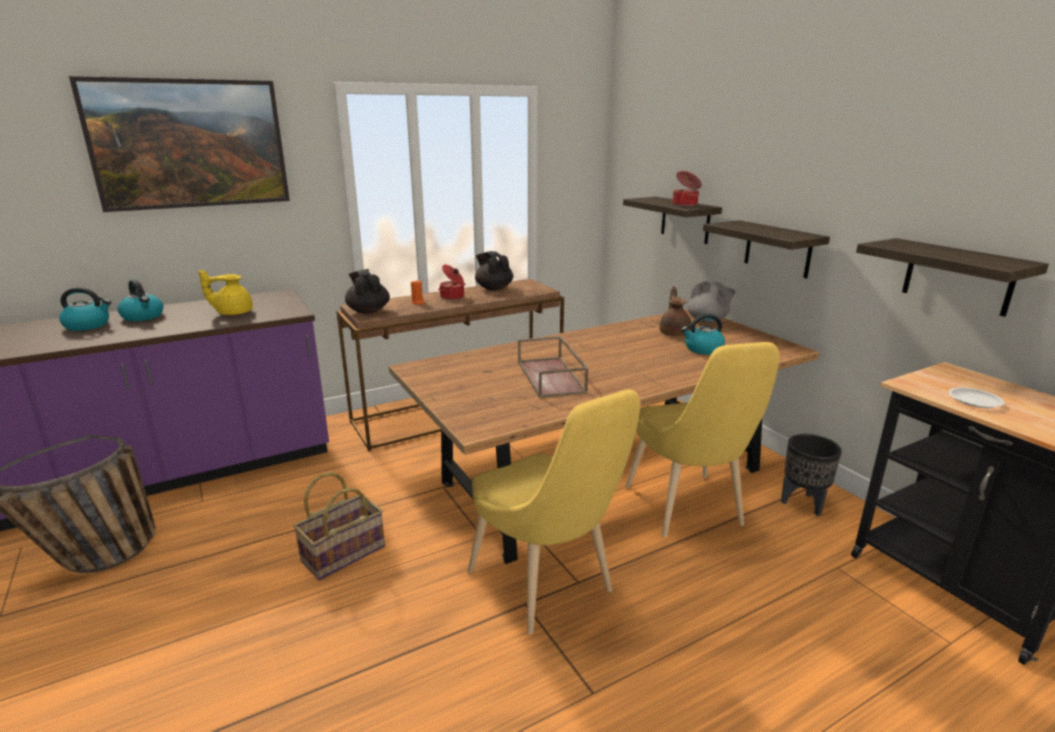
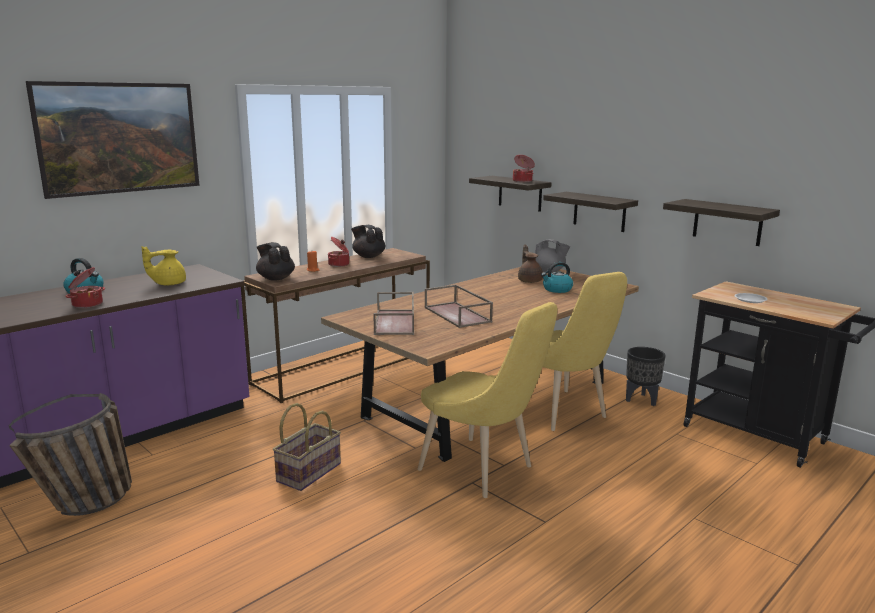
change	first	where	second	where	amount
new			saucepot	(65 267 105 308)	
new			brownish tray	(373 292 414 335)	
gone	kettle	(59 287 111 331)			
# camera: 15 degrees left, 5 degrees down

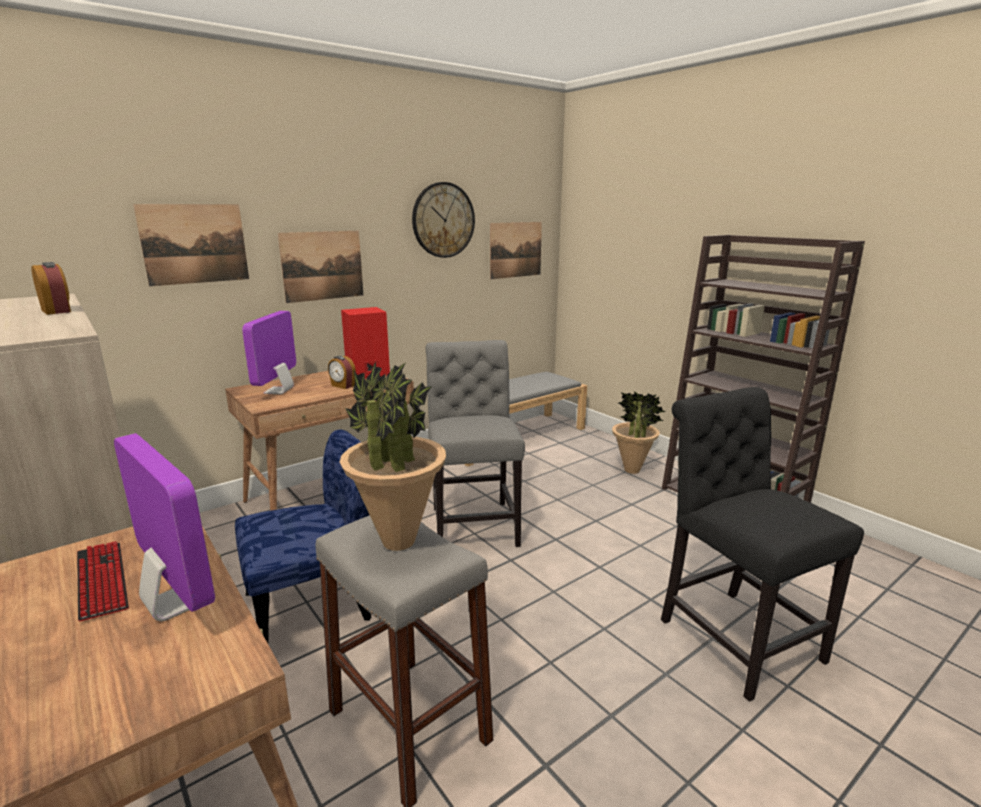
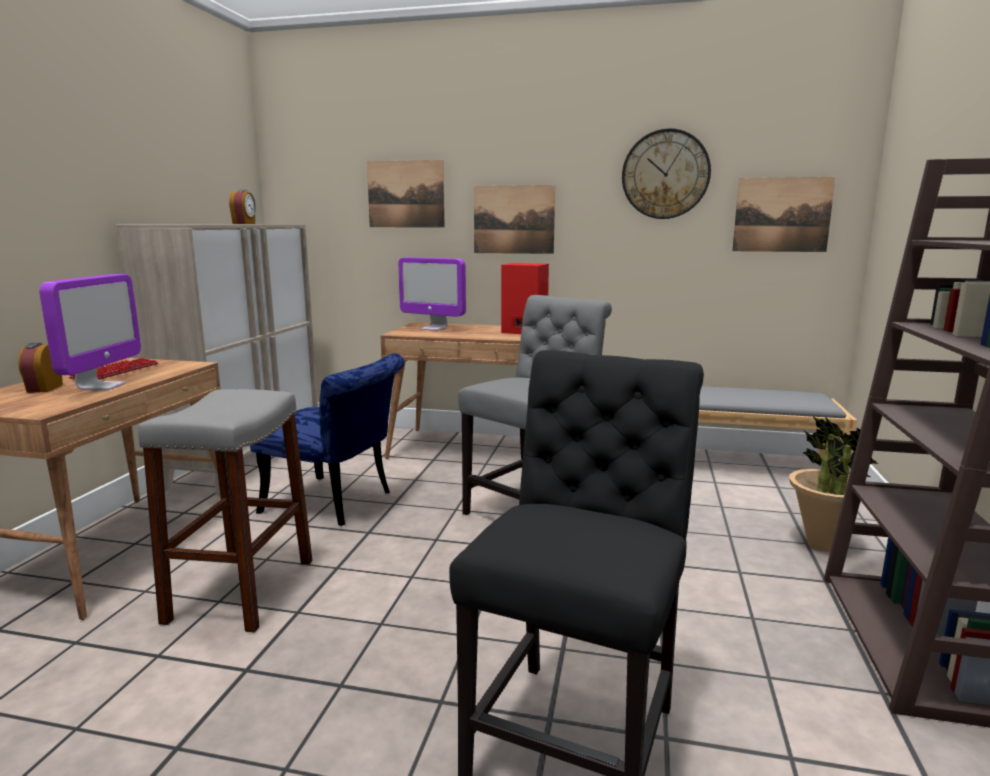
change	first	where	second	where	amount
shifted	bedside clock	(328 356 356 389)		(18 343 63 393)	
rotated	computer display	(242 311 296 394)		(398 257 466 331)	120 degrees counterclockwise
gone	houseplant	(340 361 446 551)			
# camera: 50 degrees right, 5 degrees down

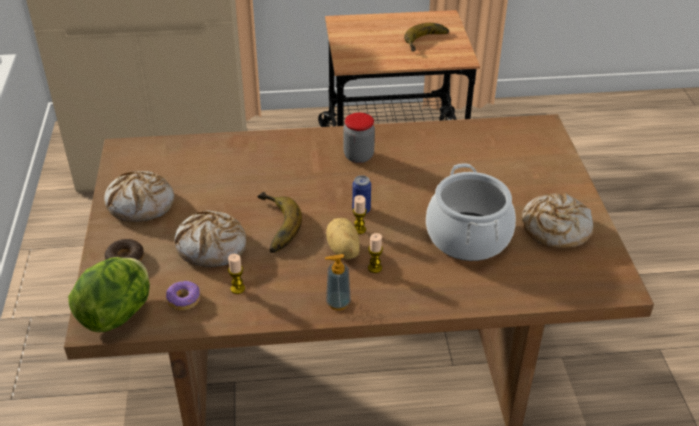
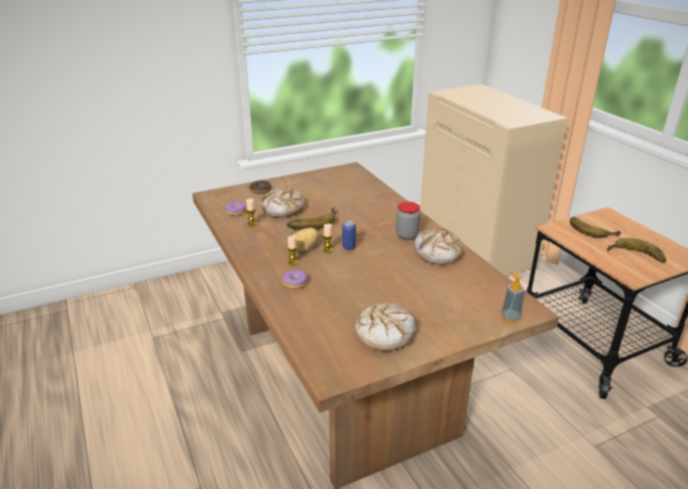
change	first	where	second	where	amount
new			doughnut	(283 270 307 289)	
shifted	bread	(104 171 175 222)		(414 228 463 265)	
shifted	soap bottle	(325 254 351 310)		(501 271 524 322)	
new			whole banana	(570 217 621 238)	
gone	lettuce	(68 257 150 332)			
gone	saucepot	(426 163 516 261)			
# camera: 70 degrees right, 10 degrees down

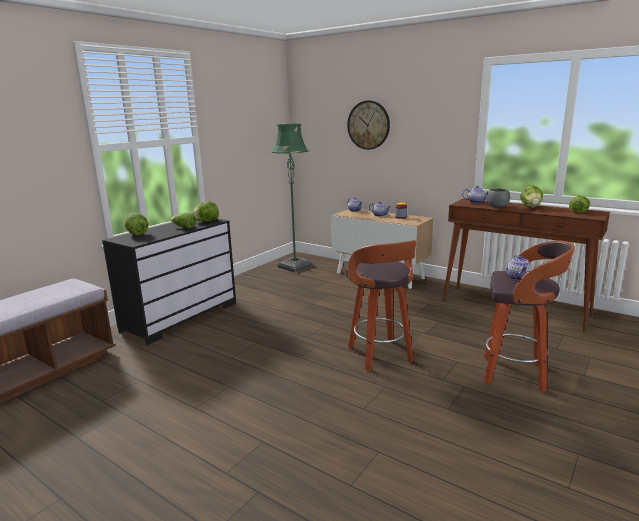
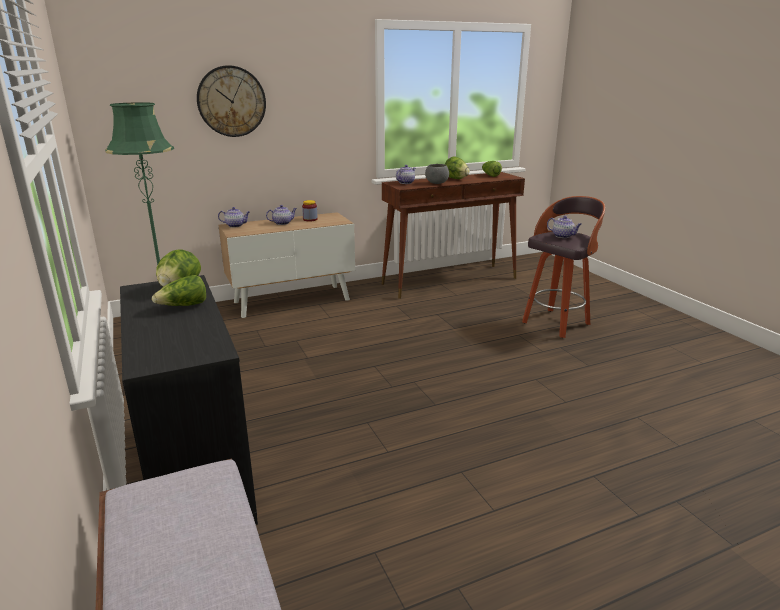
change	first	where	second	where	amount
gone	lettuce	(125 213 148 235)			
gone	stool seat	(346 240 416 371)			
# camera: 60 degrees left, 5 degrees up

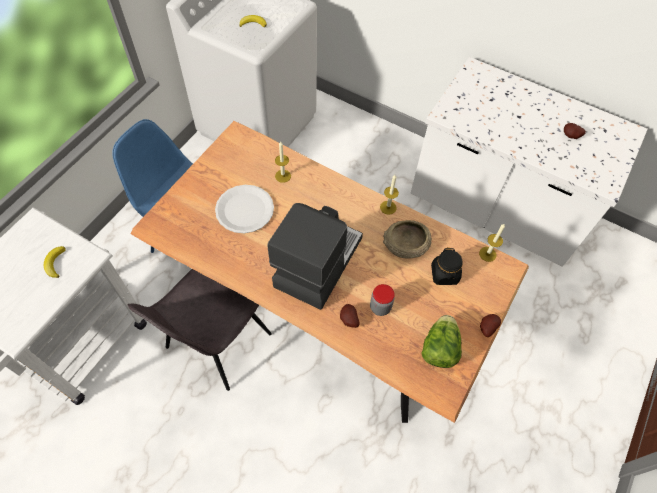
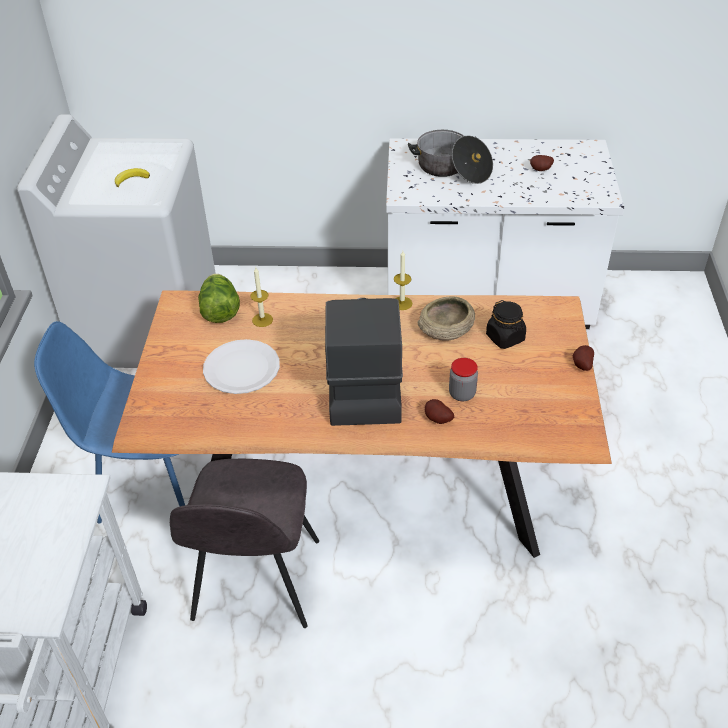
change	first	where	second	where	amount
shifted	lettuce	(421 315 462 368)		(198 274 240 323)	
new			saucepot	(408 130 493 184)	
gone	whole banana	(44 246 66 278)			
gone	candle	(479 223 505 262)			
# camera: 25 degrees left, 15 degrees down

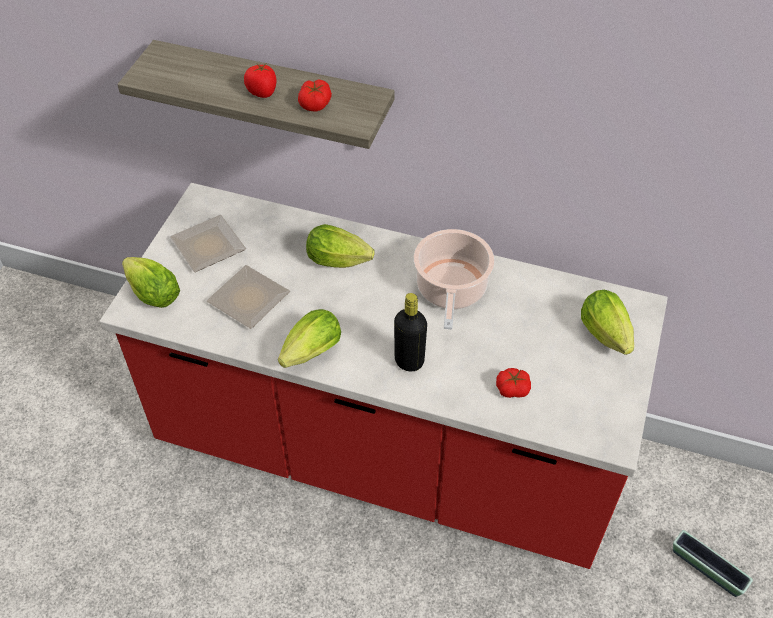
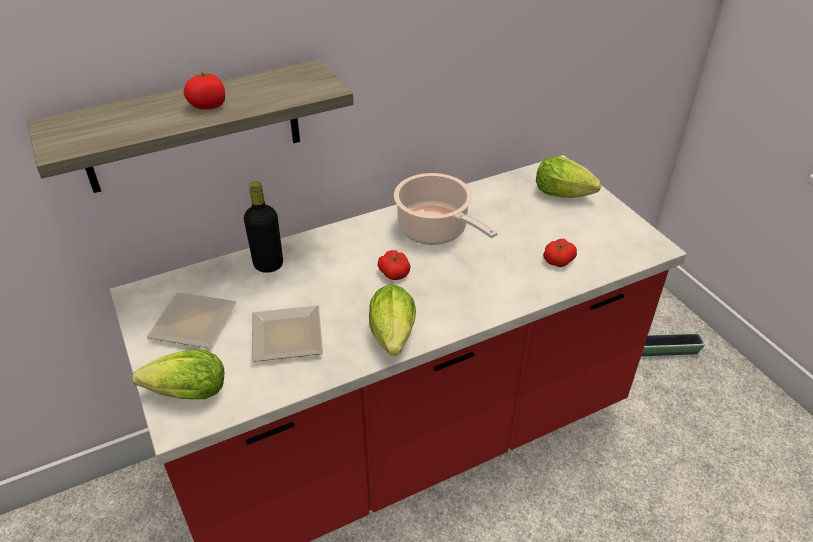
change	first	where	second	where	amount
shifted	blackish bottle	(394 293 427 371)		(244 181 283 273)	
shifted	tomato	(298 80 332 111)		(378 250 411 280)	
gone	lettuce	(306 224 374 268)			
# camera: 45 degrees left, 10 degrees down

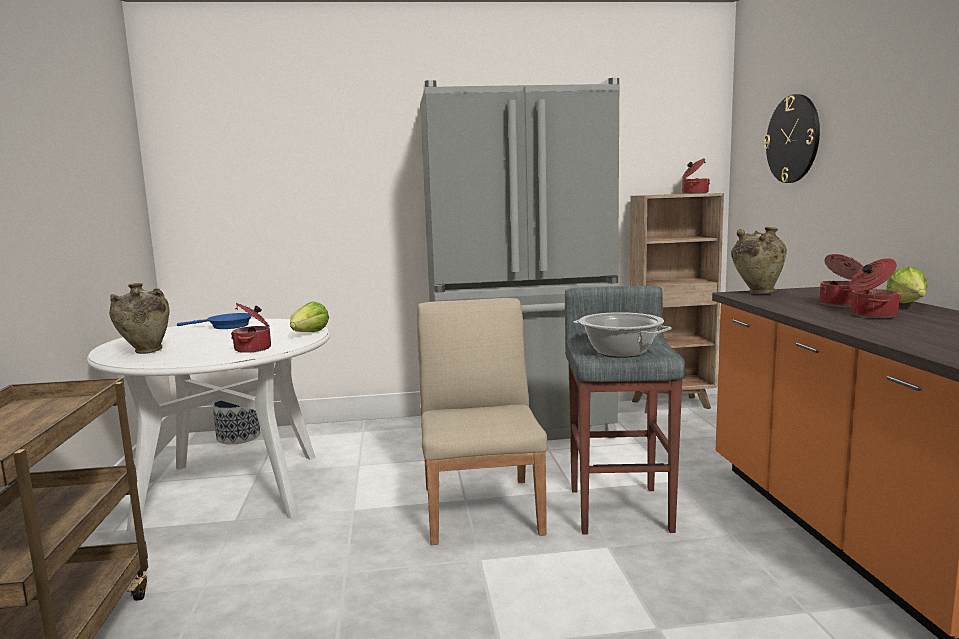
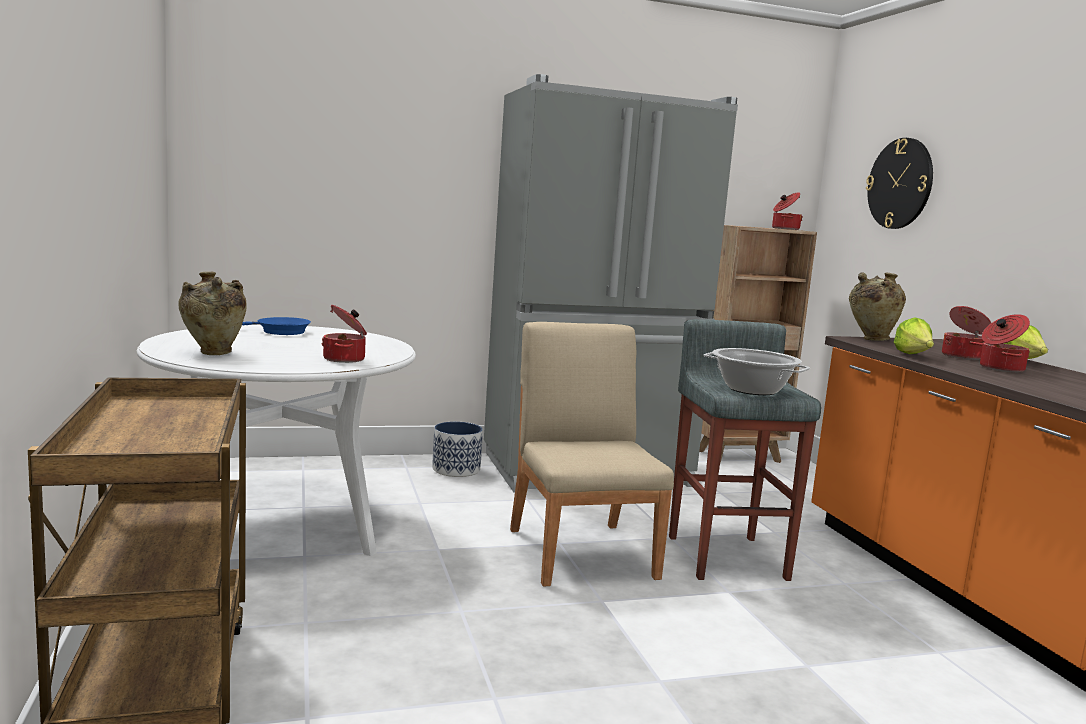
change	first	where	second	where	amount
shifted	plant pot	(213 401 260 445)		(432 422 483 477)	
shifted	lettuce	(290 301 329 332)		(894 317 934 354)	
# camera: 10 degrees left, 0 degrees up

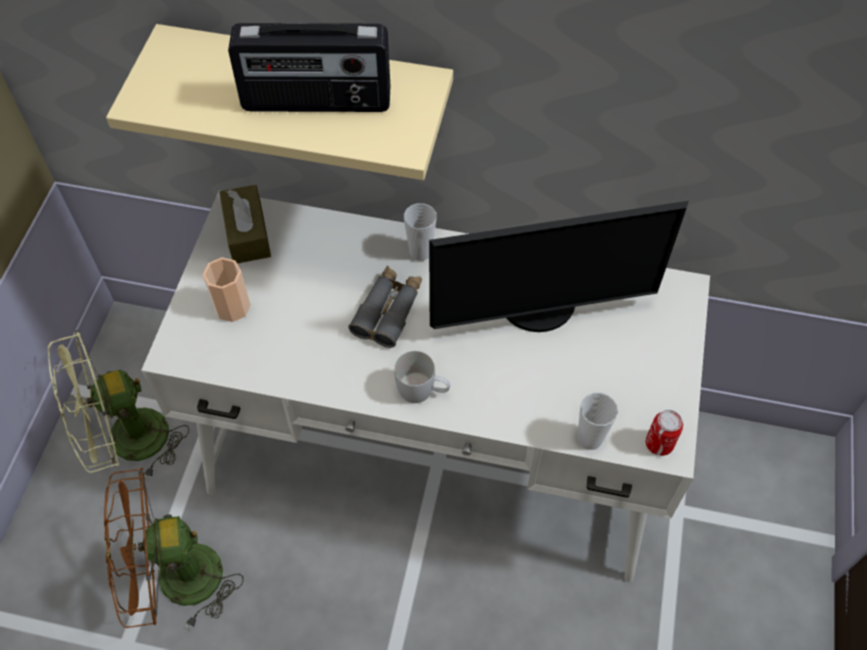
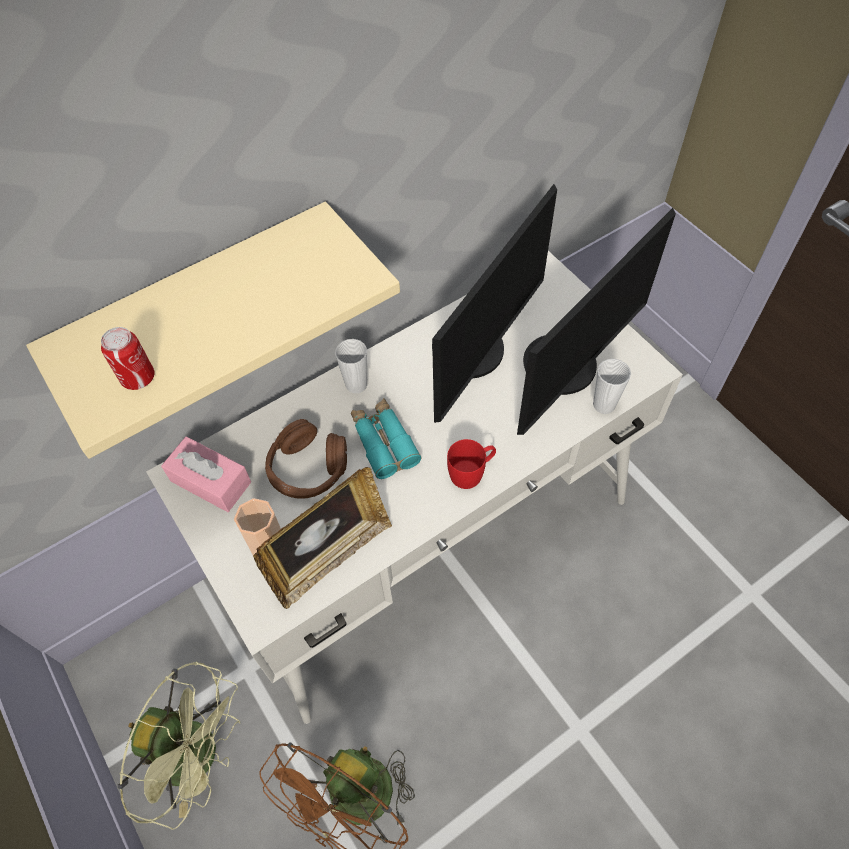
change	first	where	second	where	amount
shifted	sealed can	(646 410 683 456)		(101 327 154 390)	
rotated	greenish fan	(48 330 189 480)		(118 662 240 830)	90 degrees counterclockwise
repainted	brownish tissue holder	(219 185 271 264)	pink-coloured tissue holder	(161 437 251 512)	
new			photo frame	(253 467 392 609)	
new			brownish headset	(265 419 347 499)	
repainted	gray field glasses	(348 266 422 348)	turquoise field glasses	(351 398 421 479)	
repainted	white-coloured tea mug	(394 351 450 403)	reddish tea mug	(447 439 496 489)	
new			computer display	(517 208 676 435)	
gone	radio	(228 23 390 112)			
# camera: 45 degrees left, 0 degrees up

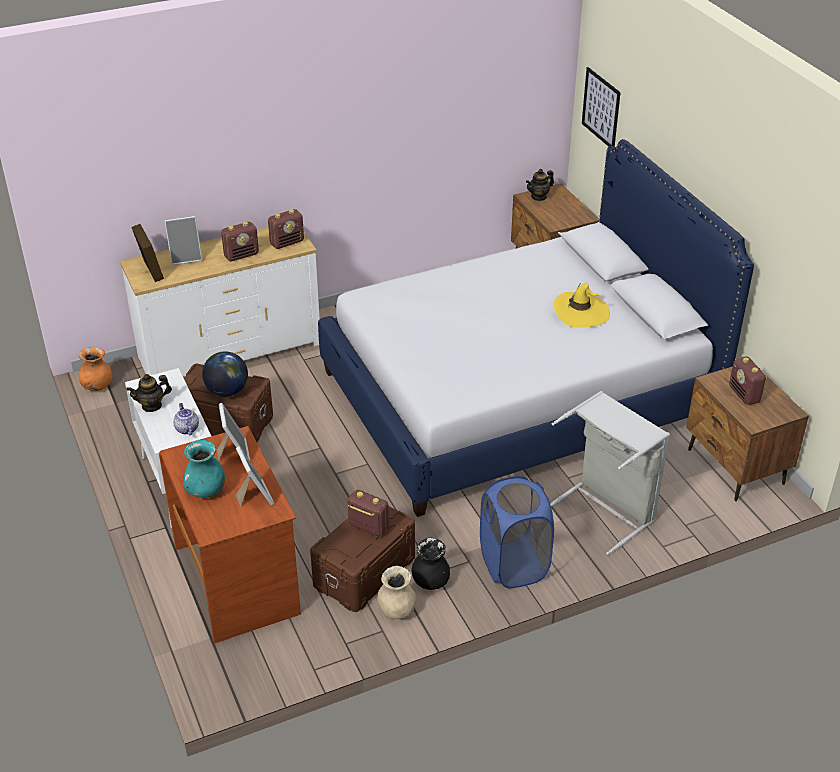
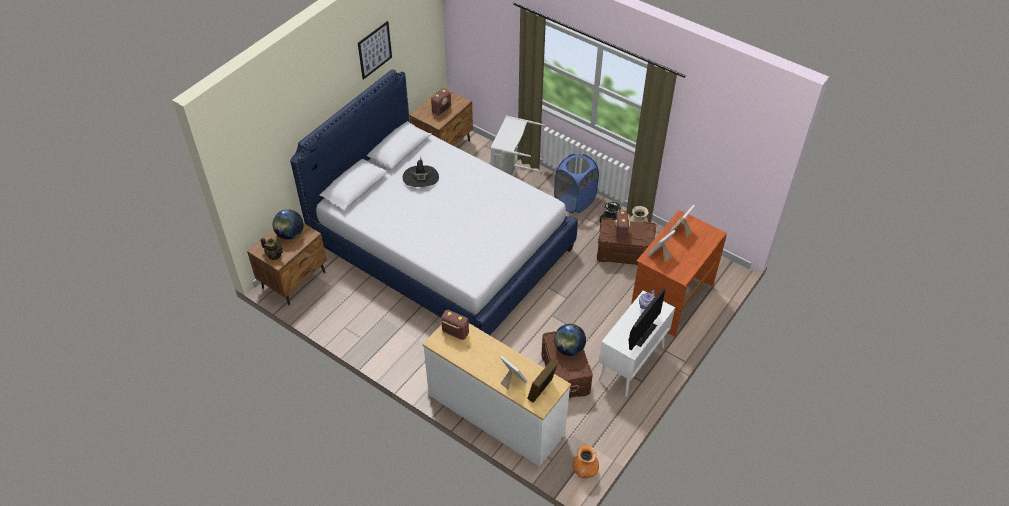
change	first	where	second	where	amount
new			world globe	(273 209 303 240)	
shifted	wall art	(582 67 621 147)		(358 21 392 80)	
repainted	yellowish clothing hat	(554 283 610 328)	blackish clothing hat	(403 157 439 187)	
swapped	teapot	(126 374 172 412)	computer display	(628 288 665 350)	
gone	turquoise vase	(183 440 225 498)			
gone	radio	(221 222 259 262)			
# camera: 120 degrees left, 10 degrees up

